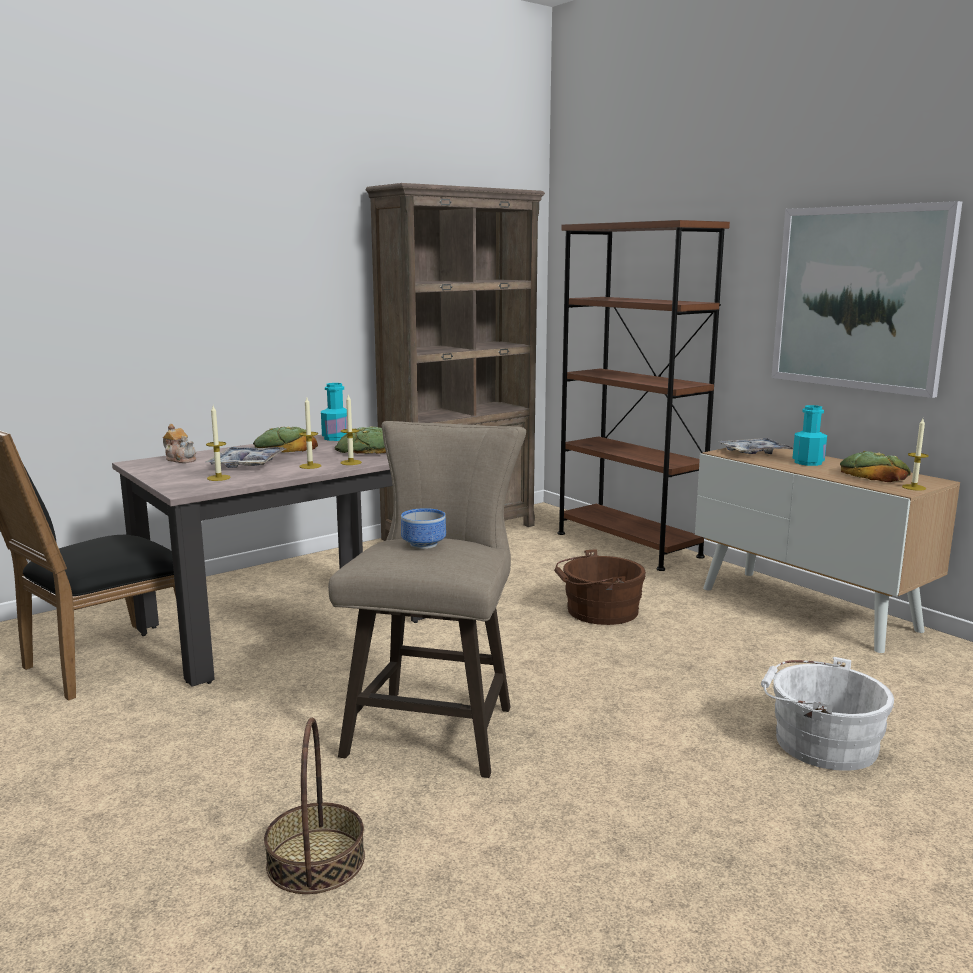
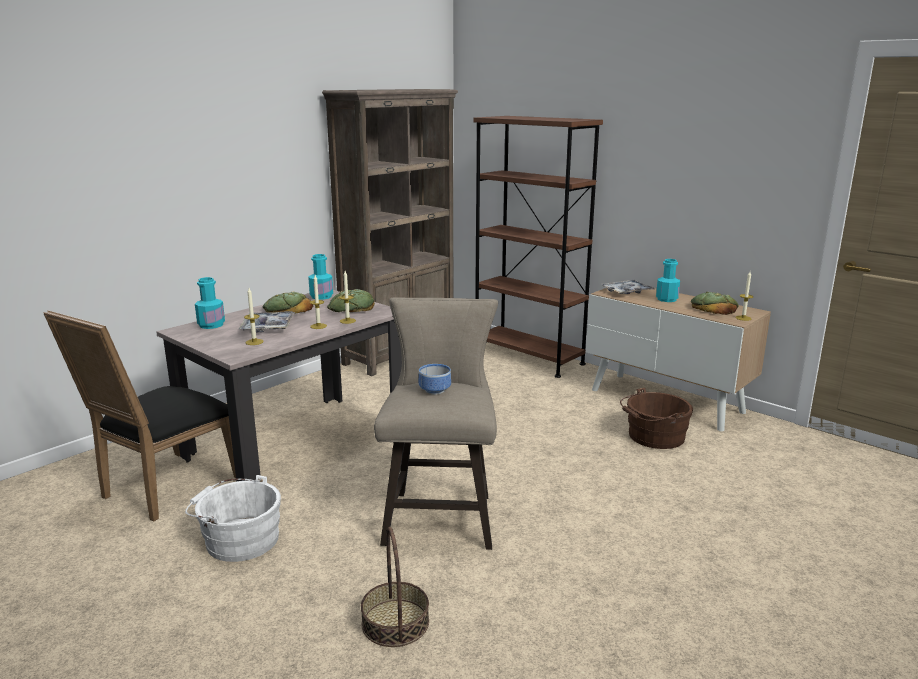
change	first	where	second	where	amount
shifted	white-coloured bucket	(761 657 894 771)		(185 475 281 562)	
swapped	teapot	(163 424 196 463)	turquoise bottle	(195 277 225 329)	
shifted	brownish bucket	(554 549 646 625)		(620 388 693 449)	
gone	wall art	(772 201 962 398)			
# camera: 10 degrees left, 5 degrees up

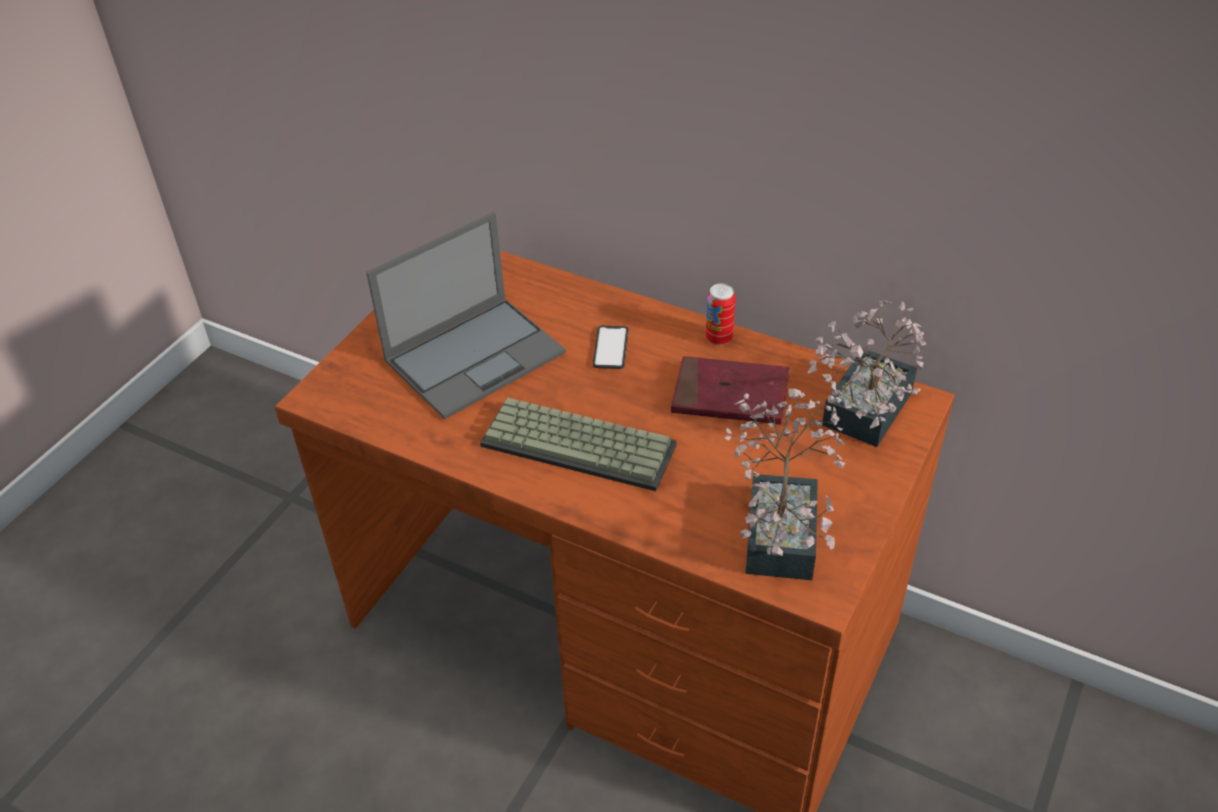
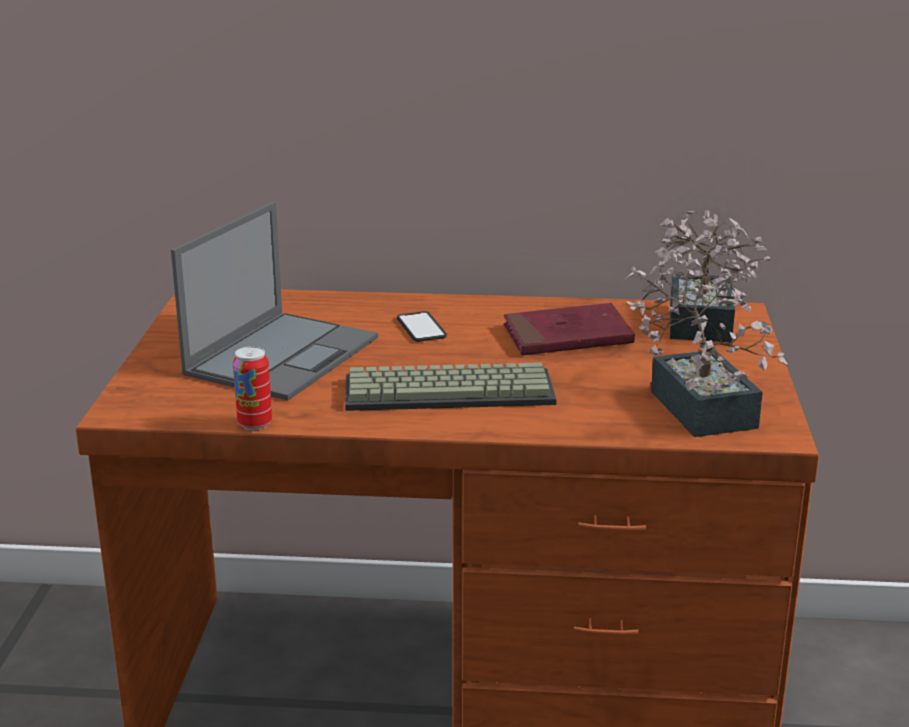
change	first	where	second	where	amount
shifted	sealed can	(706 283 735 346)		(233 346 272 430)	
# camera: 25 degrees left, 20 degrees down

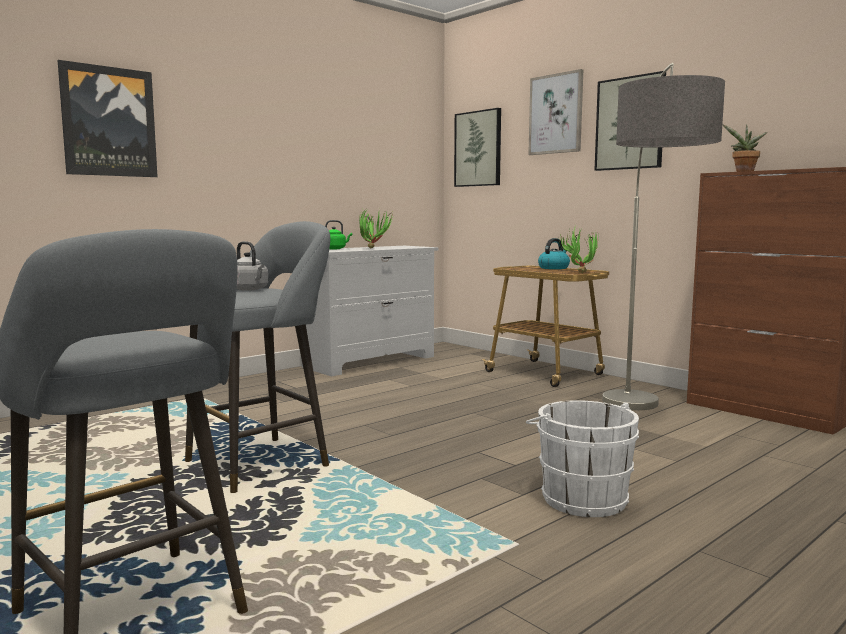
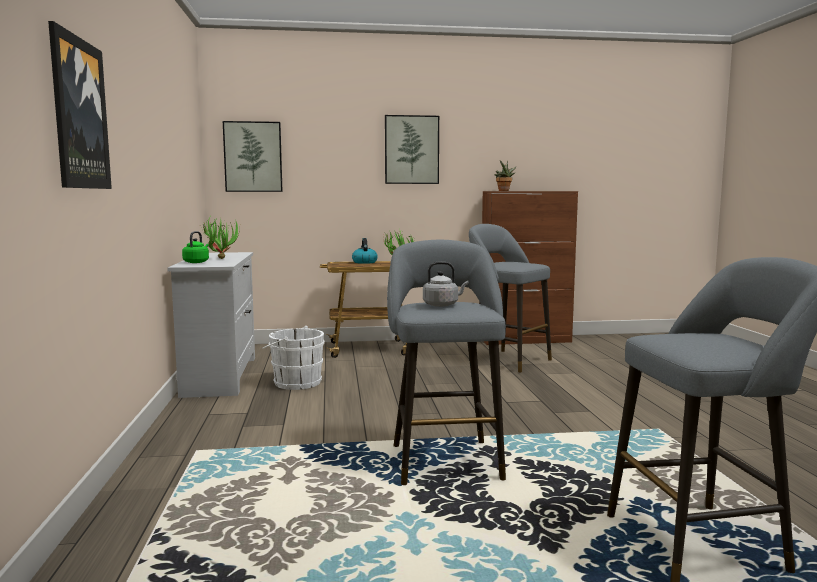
change	first	where	second	where	amount
shifted	white-coloured bucket	(526 400 639 517)		(262 326 324 390)	
swapped	floor lamp	(602 63 725 410)	gray stool seat	(469 224 552 372)	
gone	wall art	(528 69 583 155)			
# camera: 55 degrees left, 0 degrees up

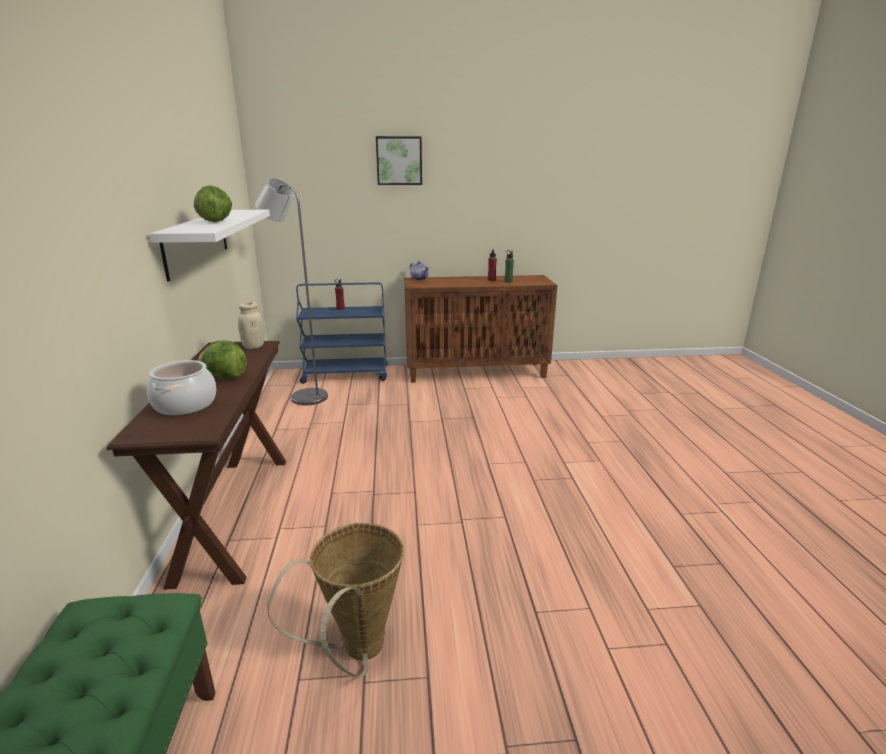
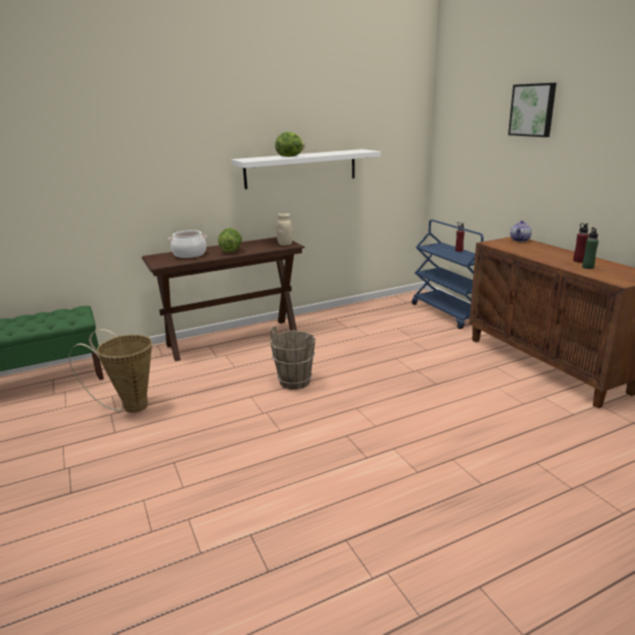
change	first	where	second	where	amount
new			brownish bucket	(270 326 316 389)	
gone	gray floor lamp	(255 178 328 405)			
# camera: 70 degrees right, 0 degrees up

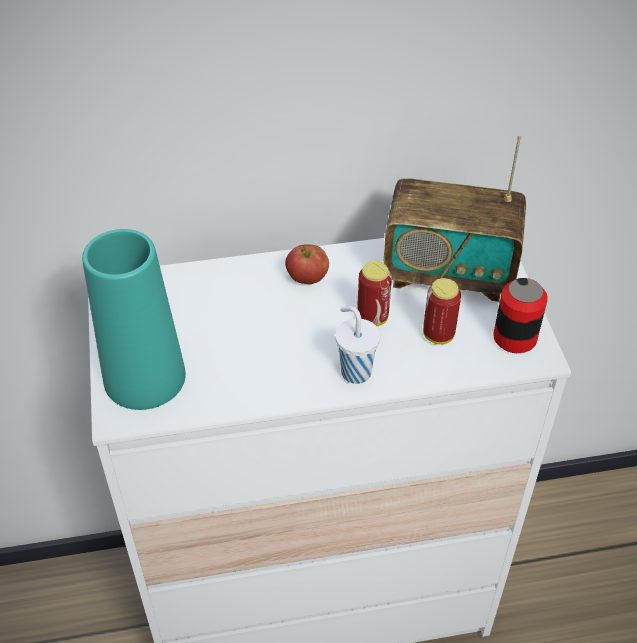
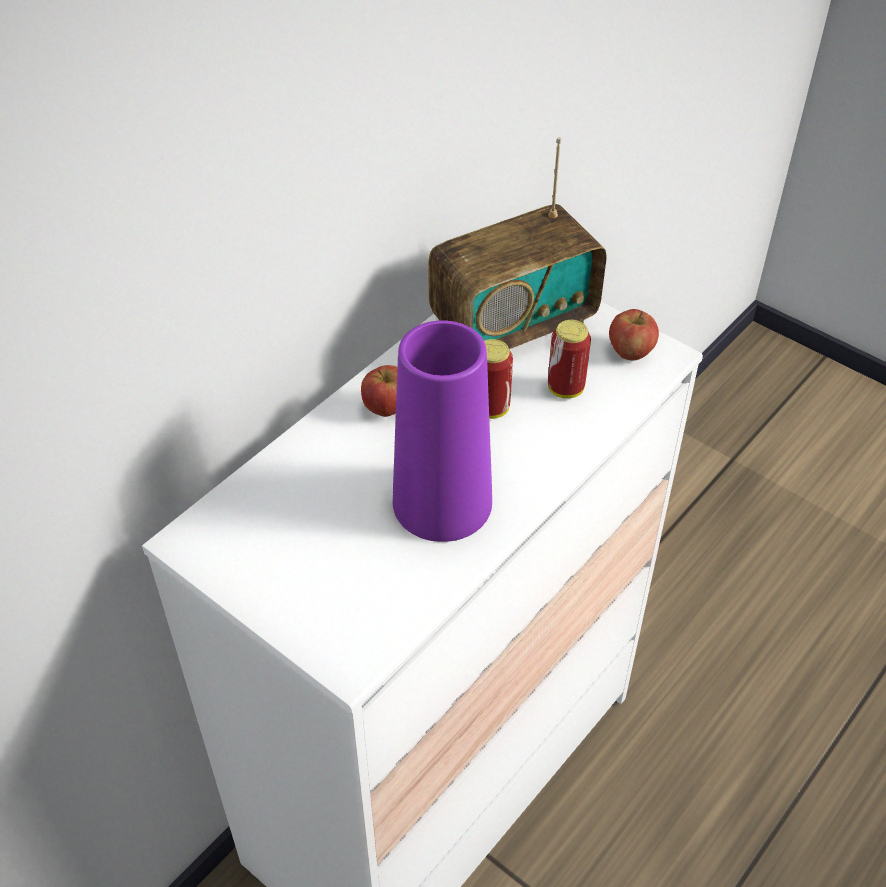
change	first	where	second	where	amount
new			purplish vase	(393 320 492 542)	
swapped	sealed can	(493 278 548 353)	whole apple	(609 309 659 361)	
gone	turquoise vase	(82 229 186 410)			
gone	white-coloured drinking cup	(335 306 380 384)			
# camera: 40 degrees left, 0 degrees up

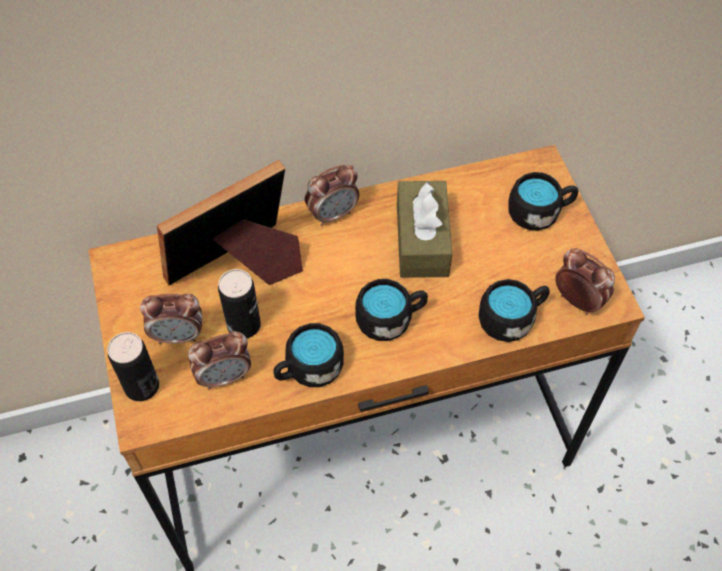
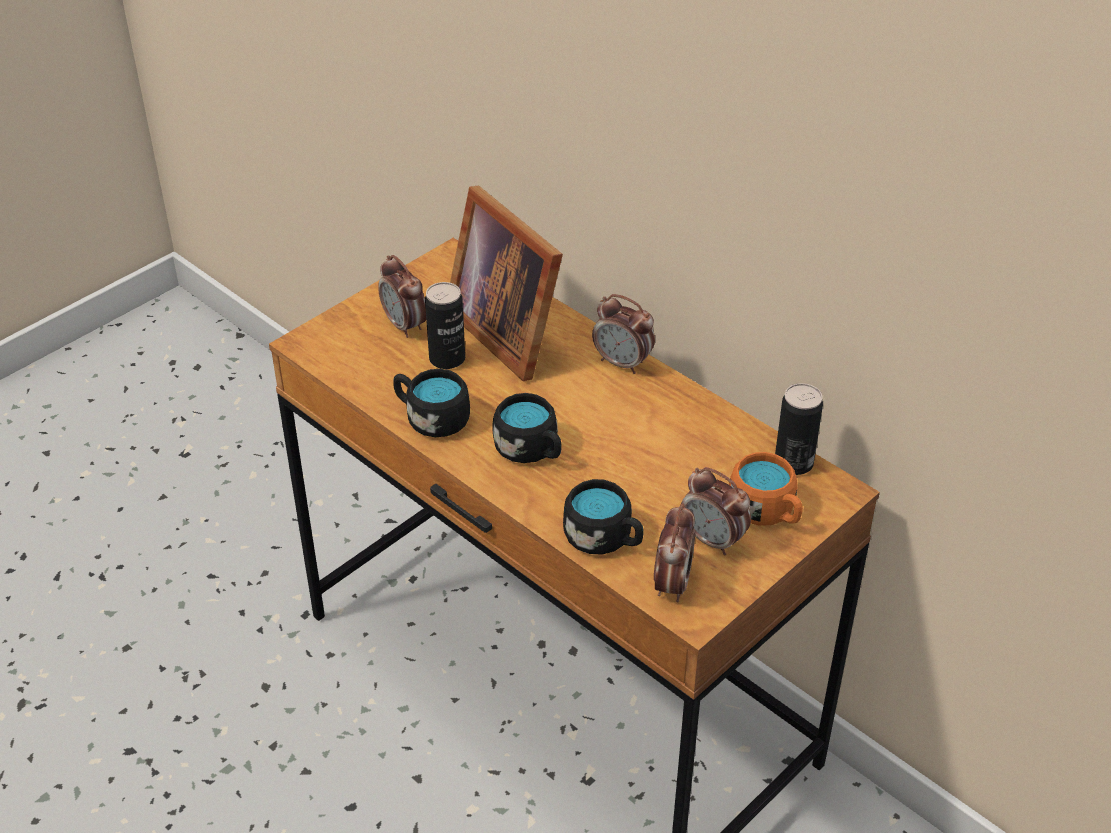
change	first	where	second	where	amount
rotated	photo frame	(157 160 303 285)		(450 186 563 381)	150 degrees counterclockwise
shifted	bedside clock	(188 331 251 390)		(681 467 751 556)	
repainted	blackish tea mug	(509 172 578 230)	orange tea mug	(729 452 803 526)	
shifted	sealed can	(107 332 159 401)		(775 383 823 475)	
gone	brownish tissue holder	(397 180 452 278)			
# camera: 60 degrees right, 15 degrees down

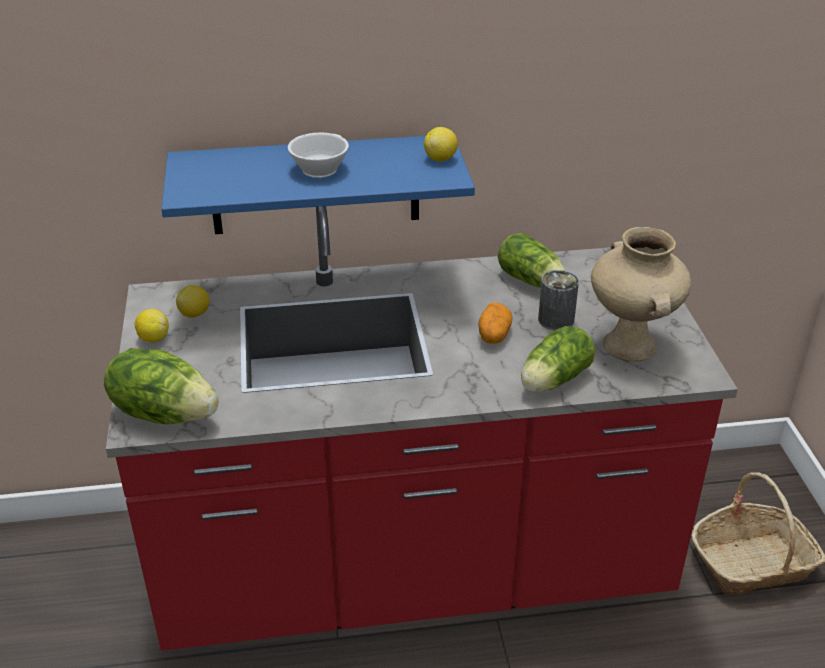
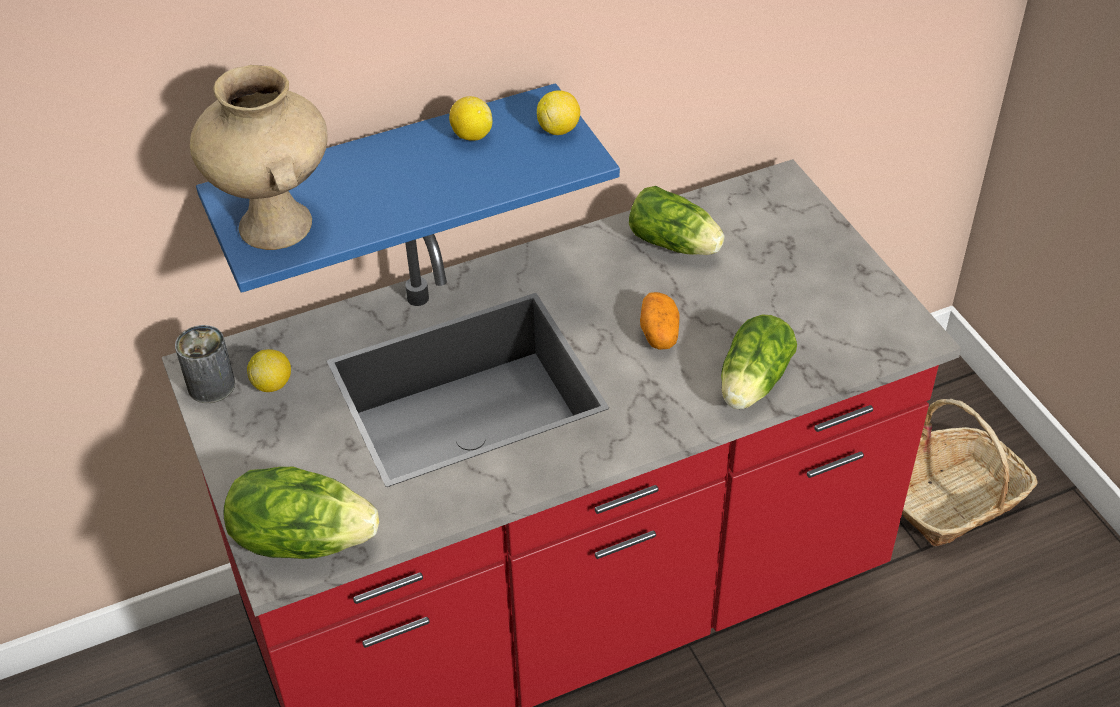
change	first	where	second	where	amount
shifted	sealed can	(538 270 579 331)		(175 325 235 403)	
shifted	beige vase	(591 227 692 362)		(190 65 328 250)	
shifted	lemon	(135 309 169 343)		(449 96 492 141)	
gone	white-coloured drinking cup	(288 132 349 178)			
# camera: 15 degrees left, 10 degrees up

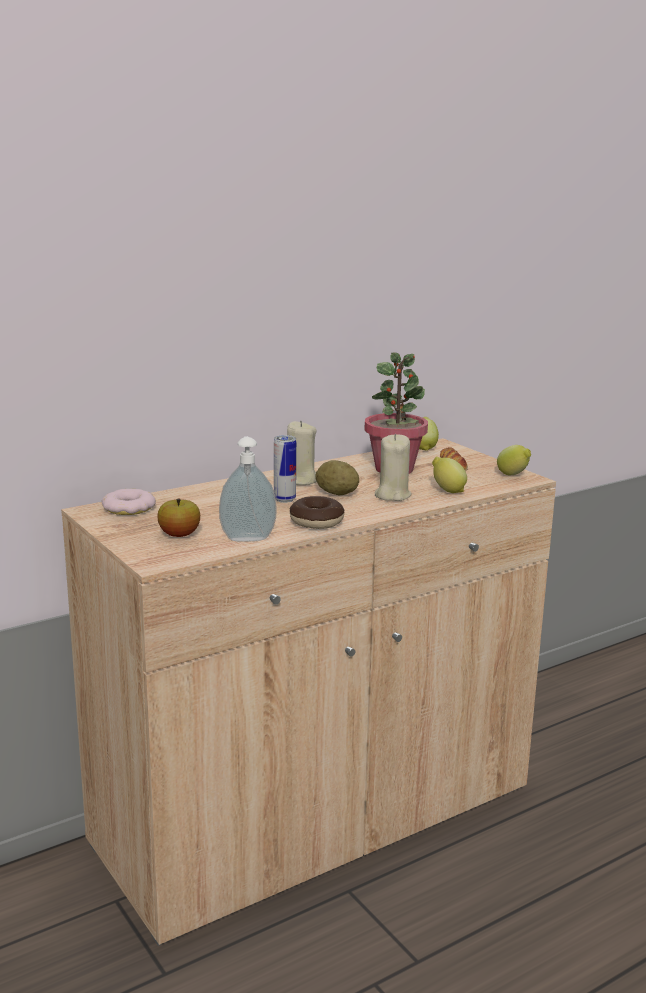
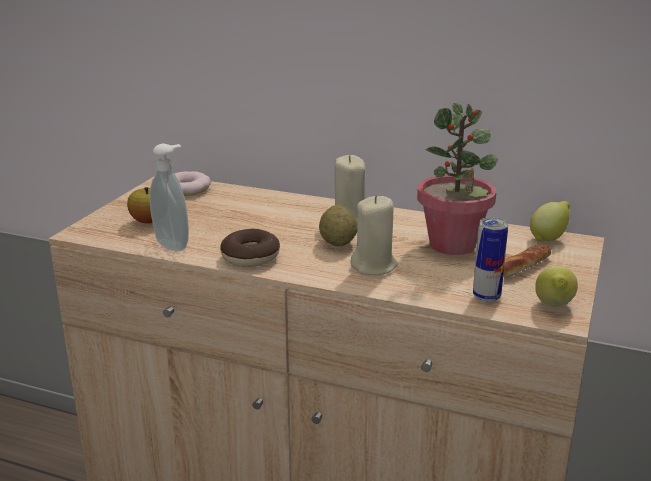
change	first	where	second	where	amount
shifted	sealed can	(274 435 296 503)		(473 217 508 303)	
gone	lemon	(432 457 467 493)			
# camera: 55 degrees right, 5 degrees up

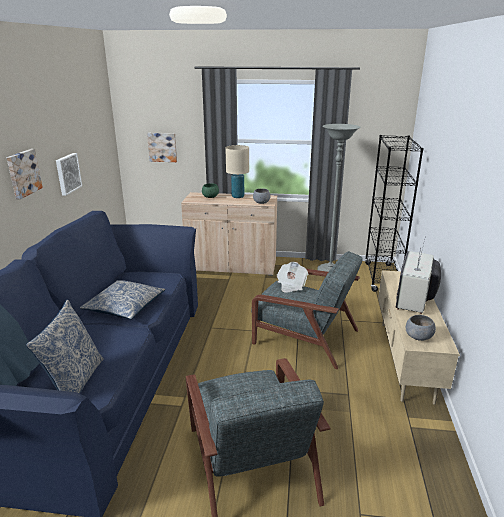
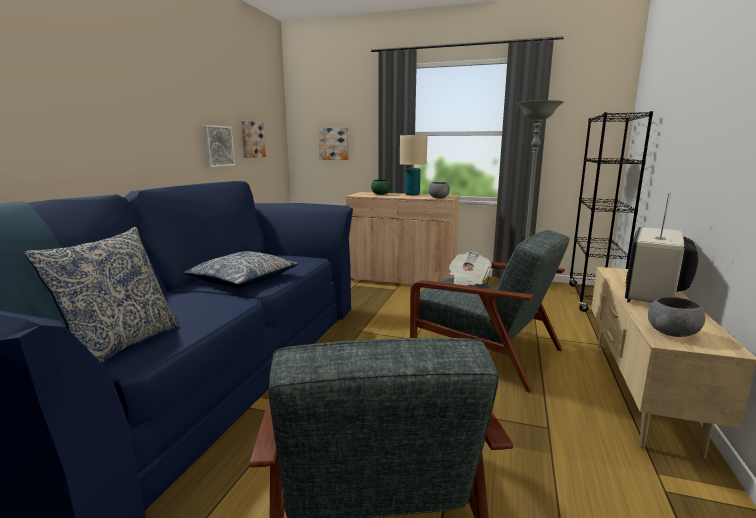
change	first	where	second	where	amount
shifted	wall art	(7 149 43 199)		(241 121 266 158)	
# camera: 10 degrees right, 10 degrees down

